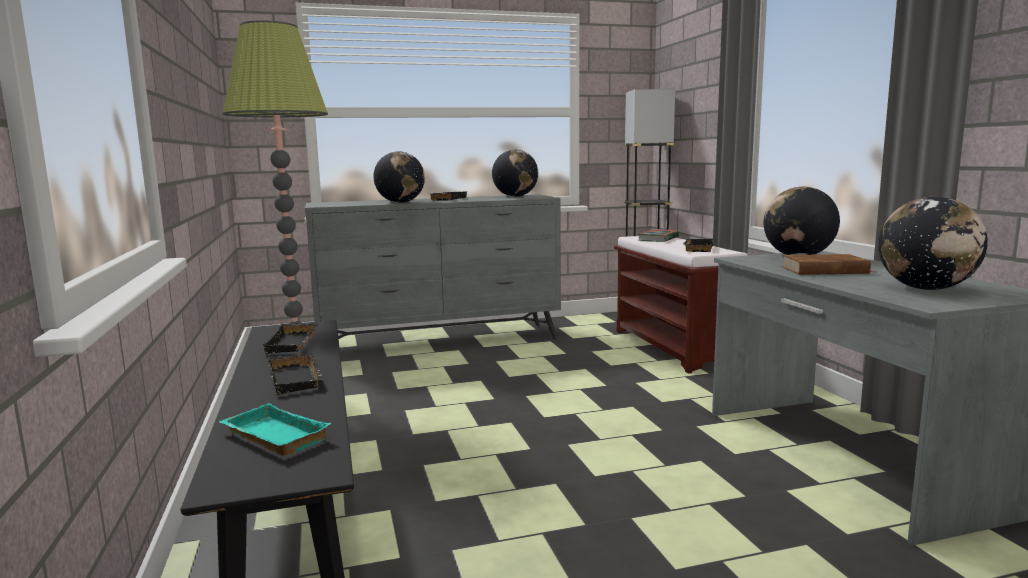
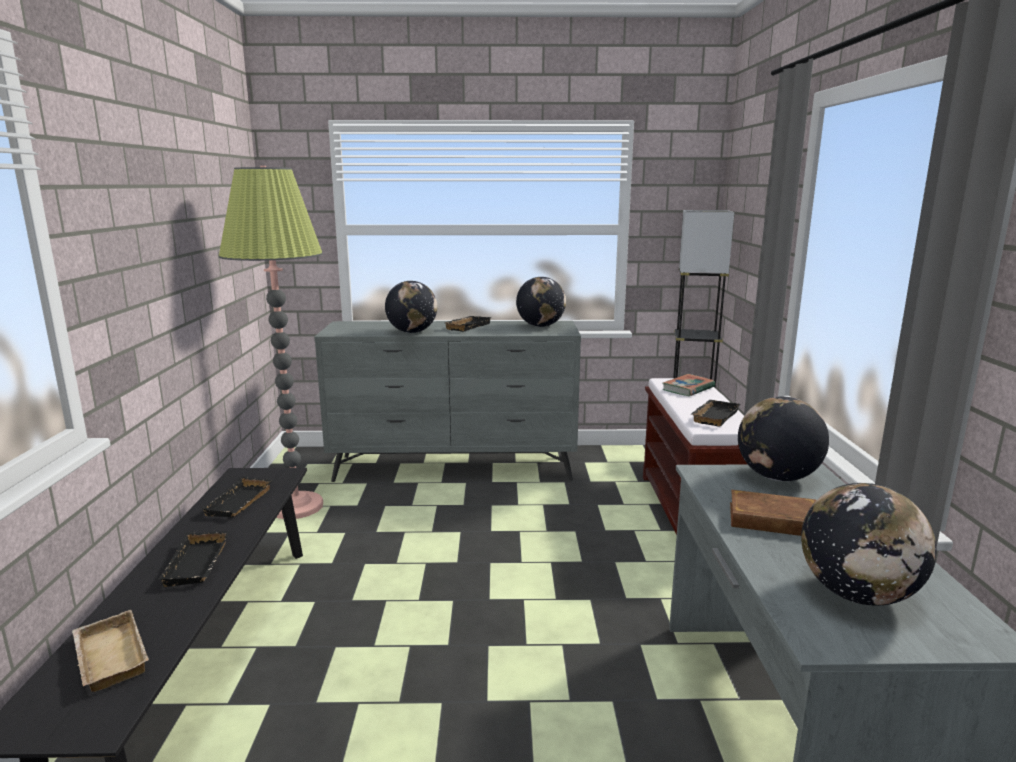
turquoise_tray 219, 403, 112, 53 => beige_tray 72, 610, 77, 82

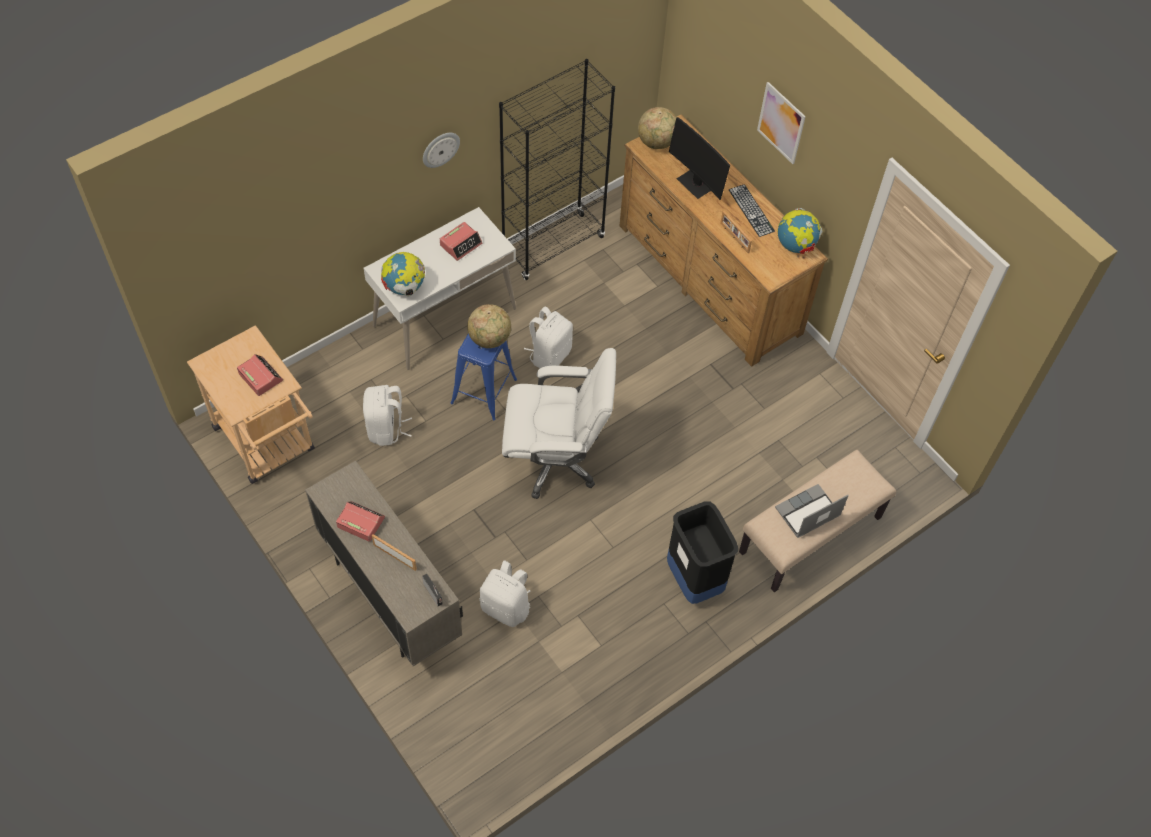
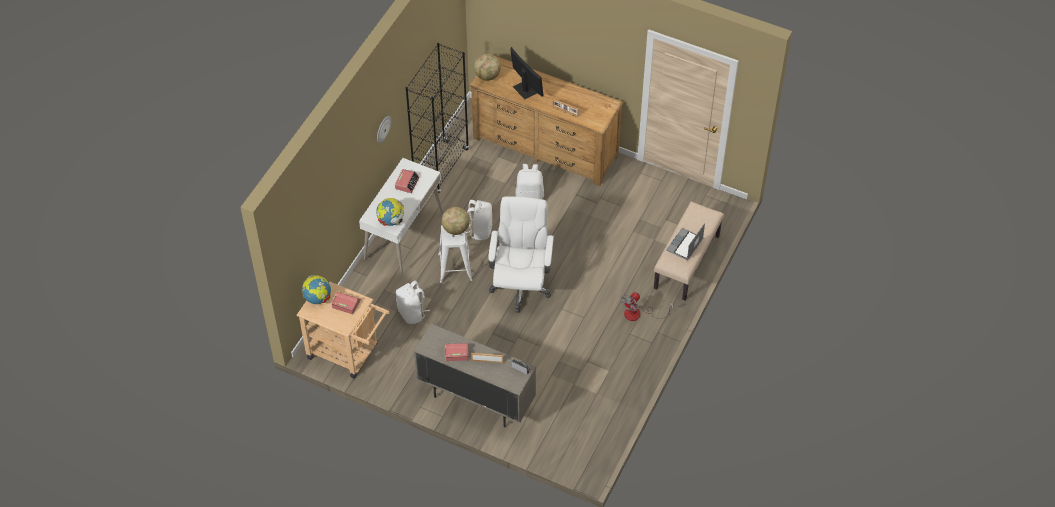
globe 777, 208, 46, 46 => globe 302, 275, 29, 29, moved
blue_stool 451, 333, 66, 87 => white_stool 438, 226, 34, 57
white_office_chair 502, 348, 114, 151 => white_office_chair 488, 196, 66, 117, 60 degrees counterclockwise
monitor 669, 117, 61, 83 => monitor 510, 47, 34, 52, 150 degrees counterclockwise
white_backpack 479, 560, 51, 67 => white_backpack 516, 164, 28, 35, moved
black_trash_can 667, 502, 71, 102 => fan 621, 292, 52, 29
keyboard 729, 184, 46, 53 => nothing
picture 757, 82, 49, 82 => nothing

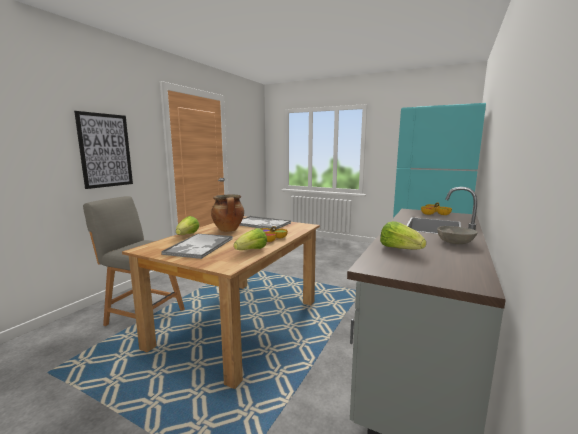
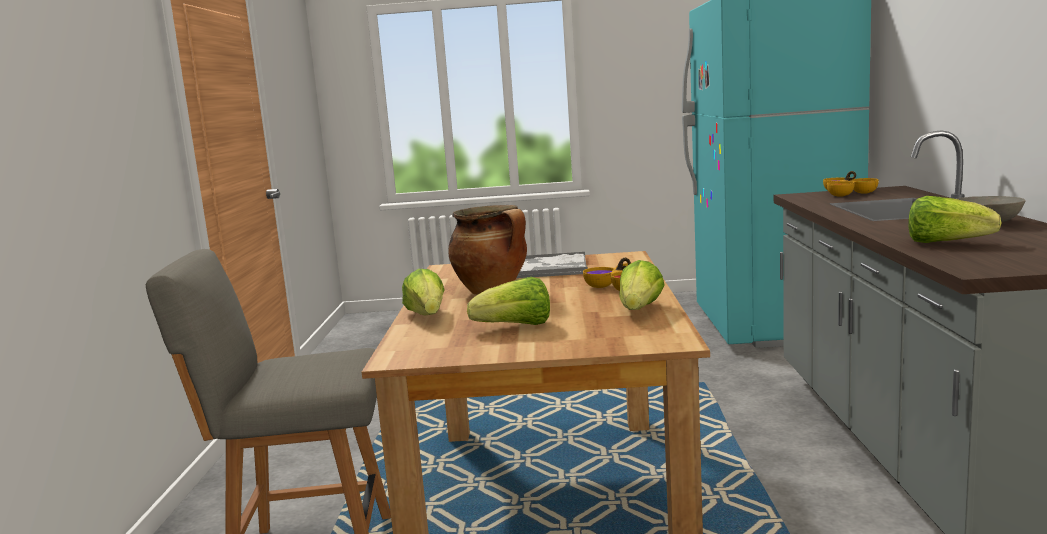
tray 162, 234, 70, 25 => lettuce 467, 277, 83, 48
picture 74, 111, 59, 78 => nothing

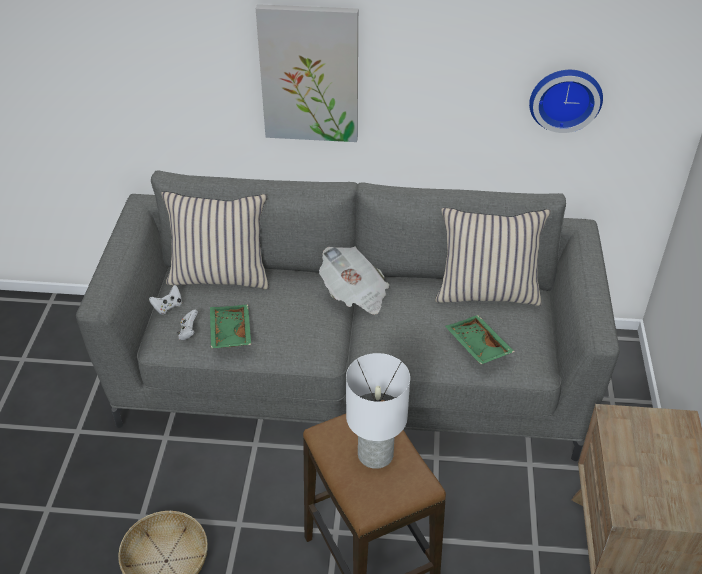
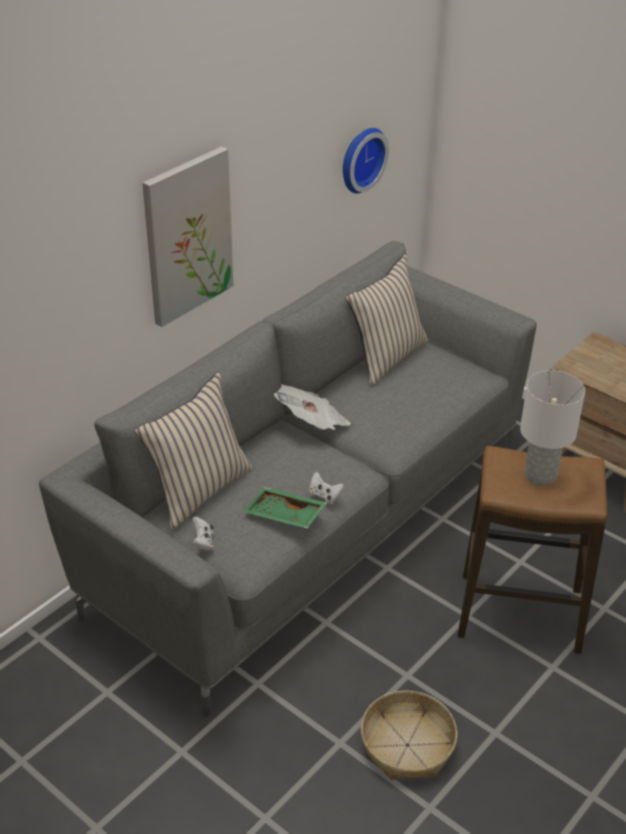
white_game_controller 177, 309, 21, 31 => white_game_controller 309, 472, 35, 32, moved
green_tray 445, 315, 70, 49 => nothing

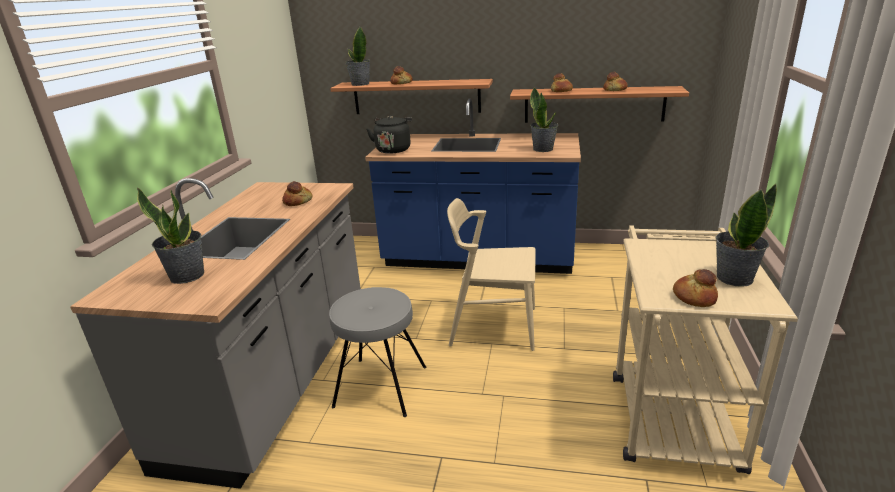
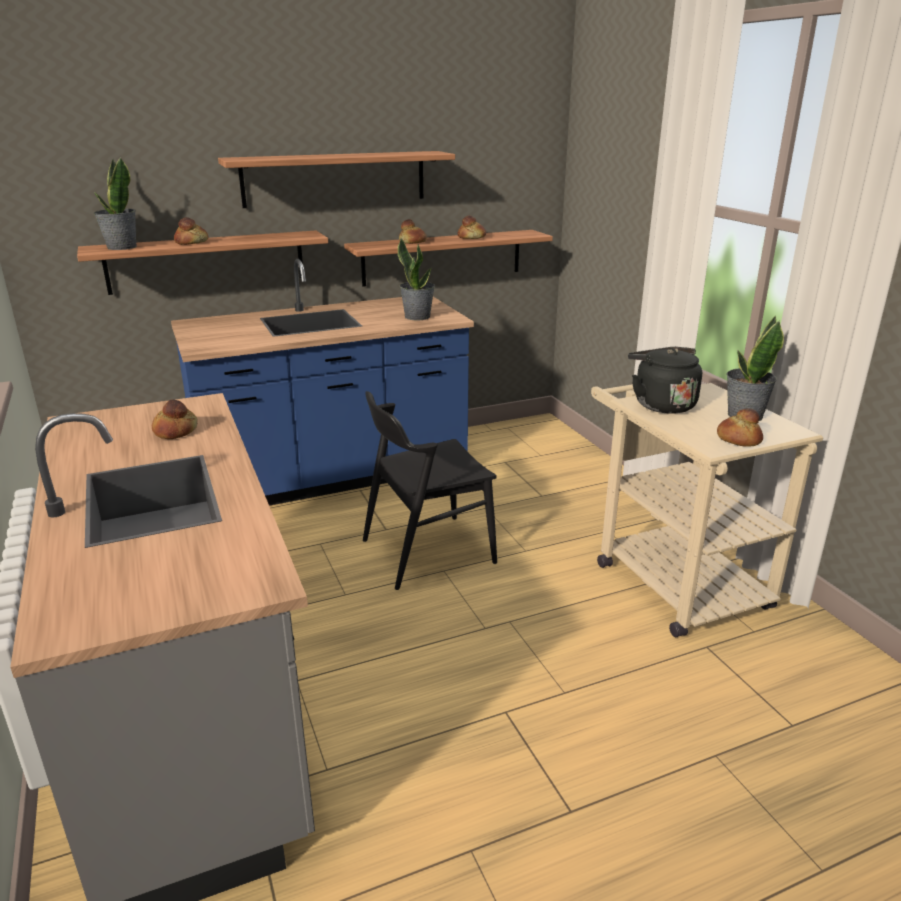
nothing => shelf 218, 151, 237, 57
beige_chair 447, 198, 89, 153 => black_chair 363, 391, 134, 199
black_kettle 366, 115, 46, 39 => black_kettle 628, 347, 74, 67, moved
potted_plant 137, 187, 67, 97 => nothing
grey_stool 329, 287, 97, 130 => nothing

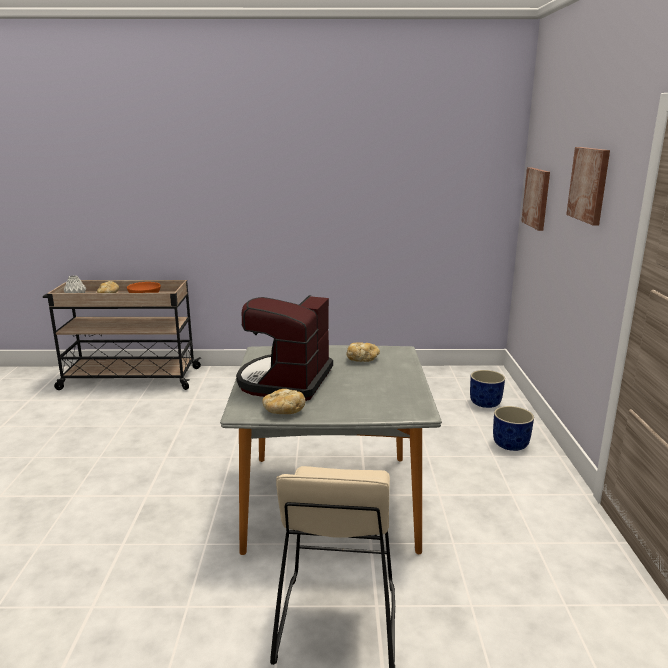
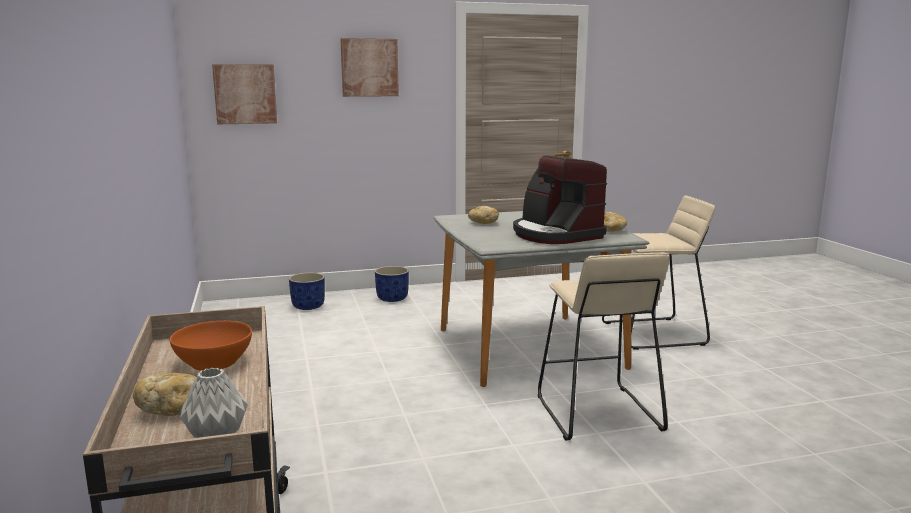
coffee_machine 236, 295, 97, 106 => coffee_machine 513, 155, 94, 89, 60 degrees clockwise
nothing => beige_stool 538, 252, 132, 189

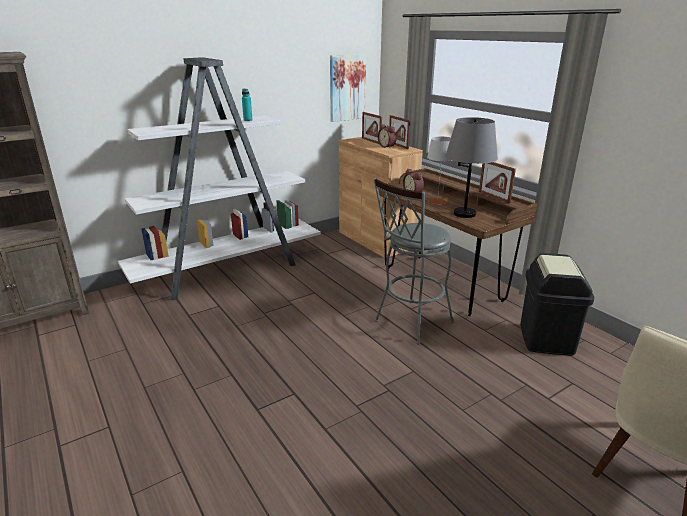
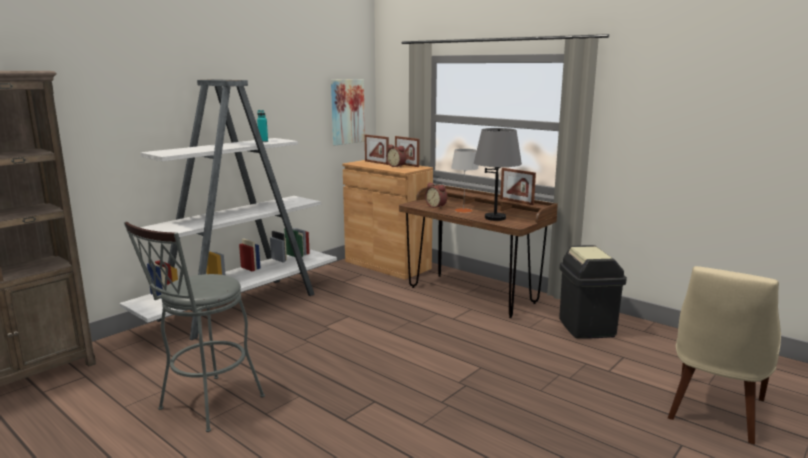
grey_stool 374, 178, 80, 167 => grey_stool 124, 221, 141, 211, moved

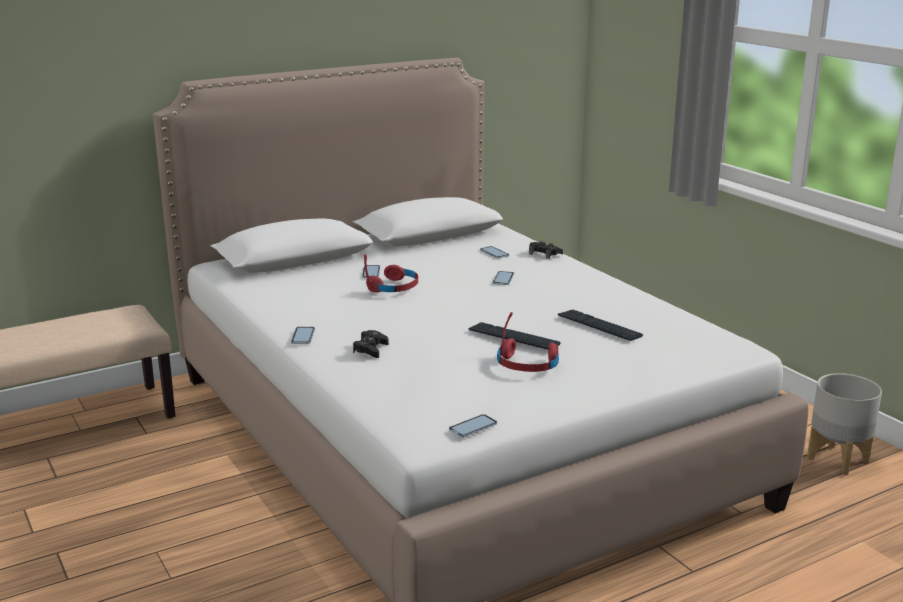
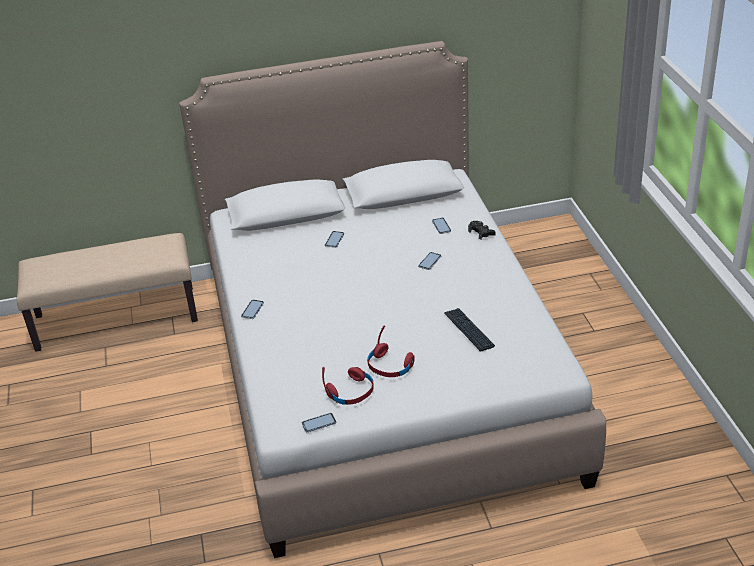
red_headphones 364, 254, 54, 38 => red_headphones 322, 367, 52, 38, moved
black_game_controller 353, 330, 36, 28 => nothing
keyboard 468, 322, 93, 28 => nothing
grey_planter 807, 373, 75, 102 => nothing

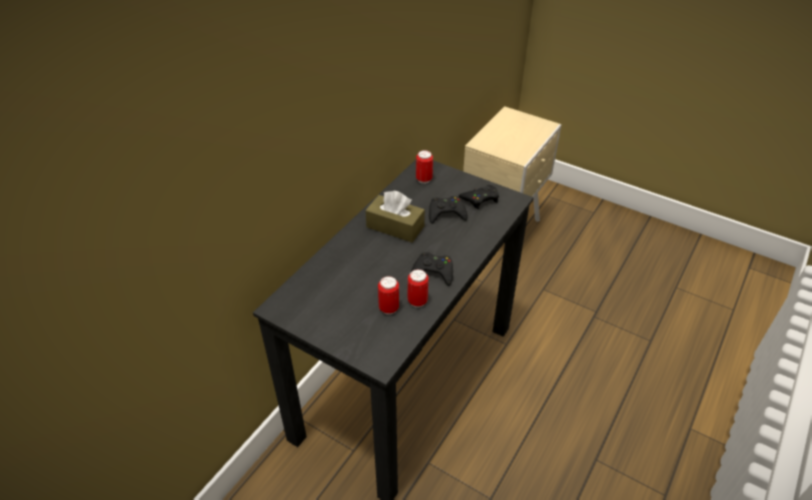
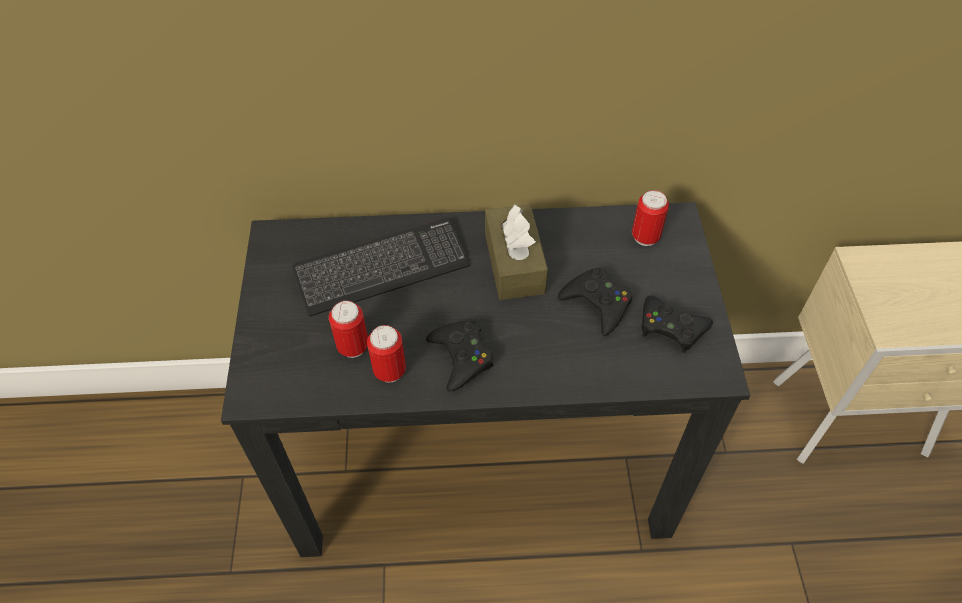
nothing => keyboard 292, 218, 178, 99

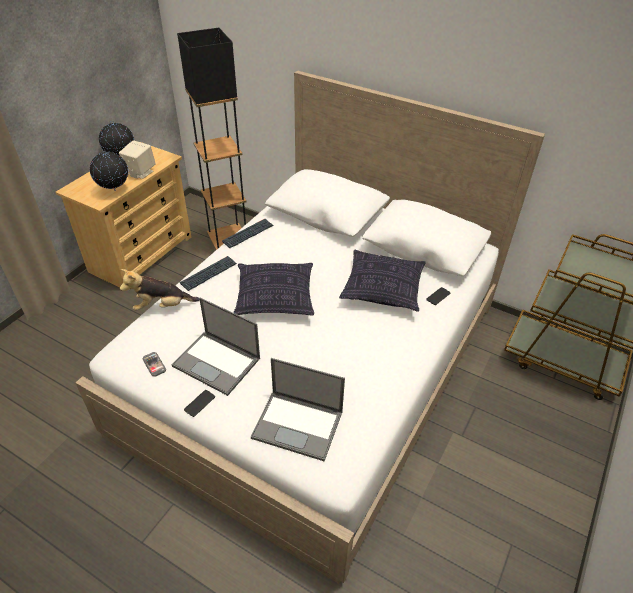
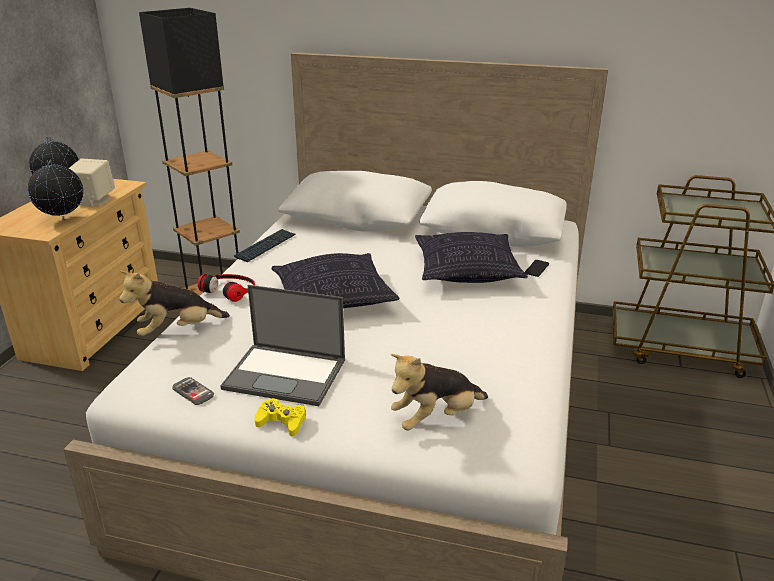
keyboard 180, 256, 57, 35 => headphones 198, 274, 57, 28
phone 184, 390, 31, 27 => yellow_game_controller 255, 398, 50, 38
laptop 251, 358, 94, 103 => plush_toy 391, 354, 97, 76

